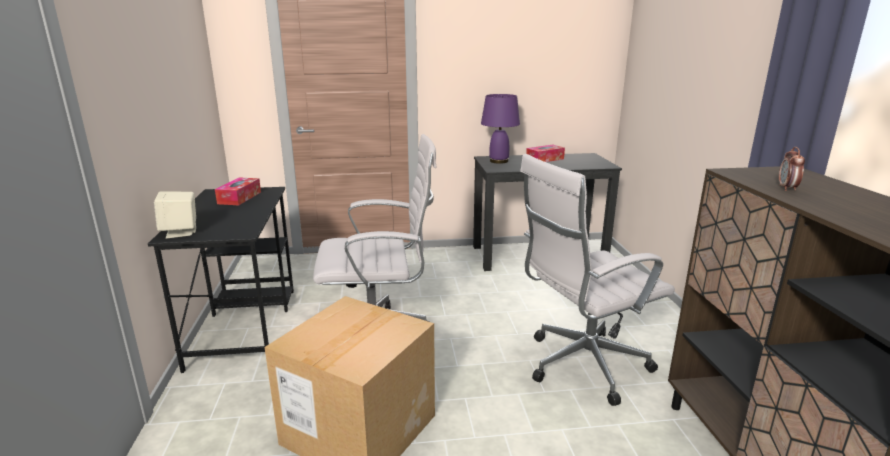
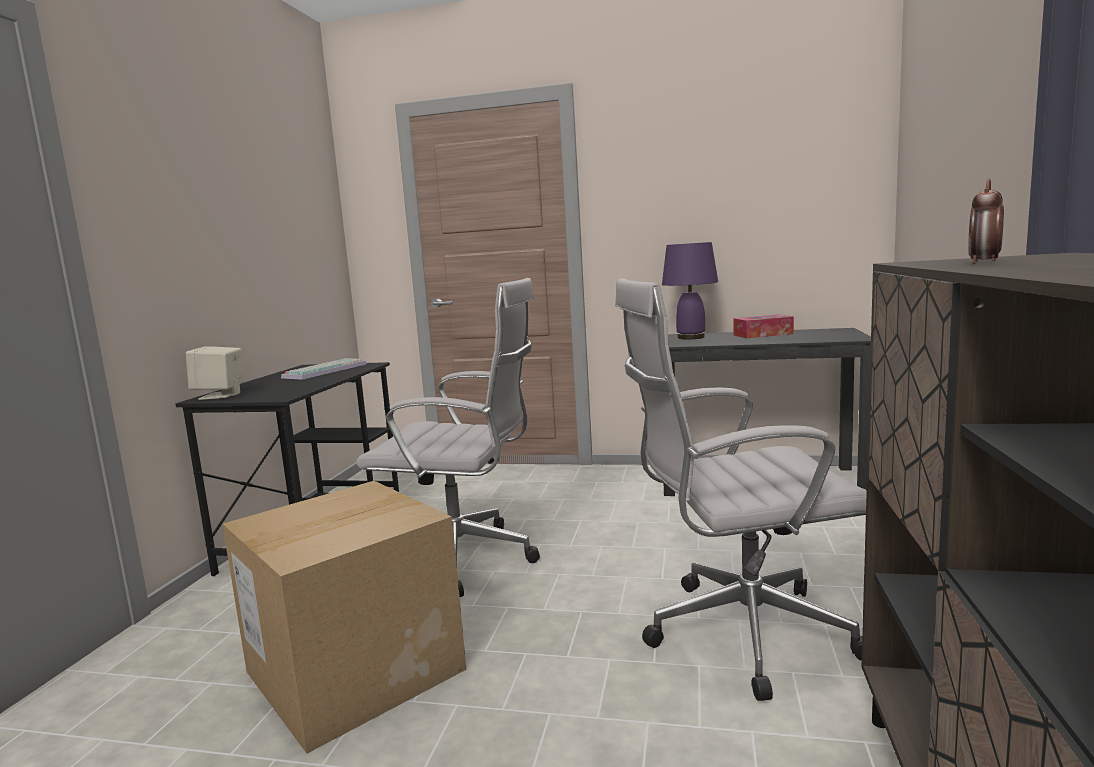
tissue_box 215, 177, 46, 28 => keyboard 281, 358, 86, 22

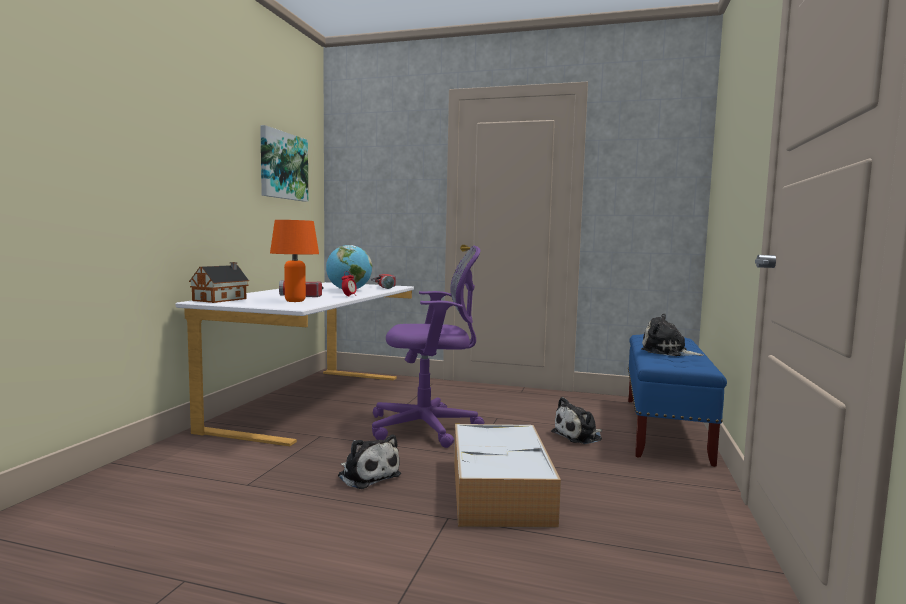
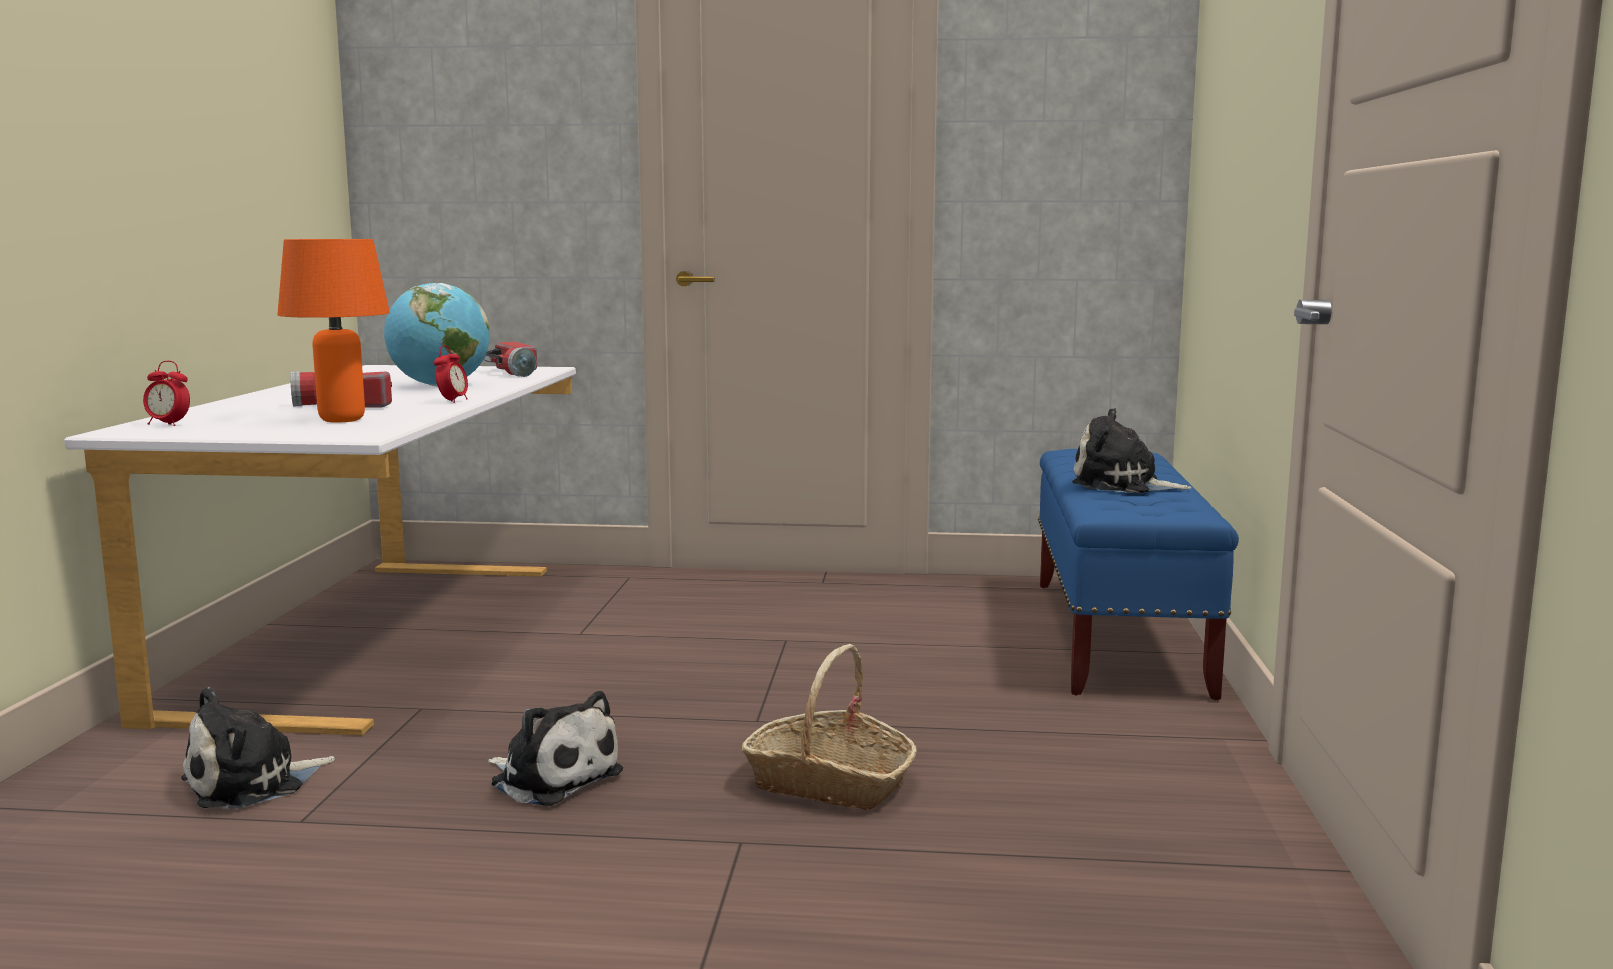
toy_house 189, 262, 60, 41 => alarm_clock 143, 361, 47, 65
plush_toy 551, 397, 51, 47 => plush_toy 181, 687, 154, 122, moved
storage_box 454, 424, 107, 104 => basket 742, 644, 175, 166
picture 260, 125, 48, 77 => nothing
purple_office_chair 372, 246, 113, 202 => nothing

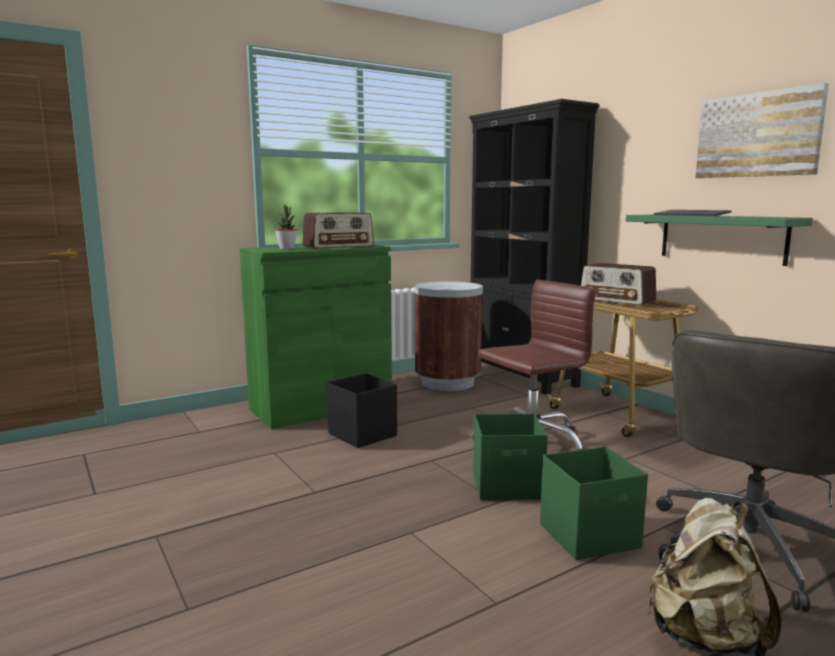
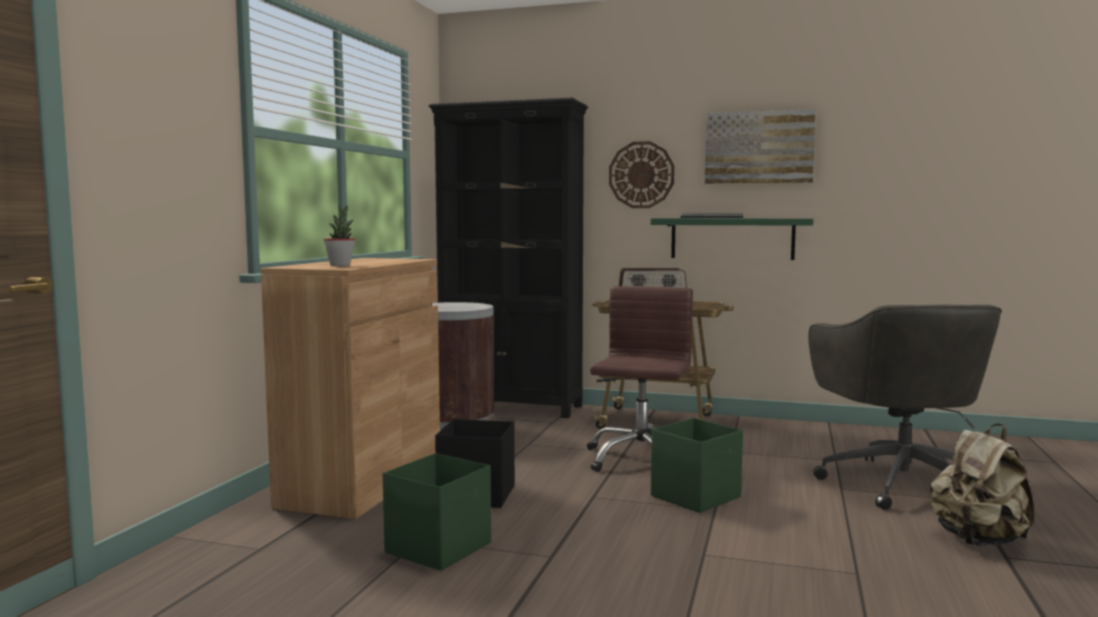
green_cabinet 240, 245, 152, 184 => brown_cabinet 261, 258, 179, 261
green_storage_box 540, 447, 108, 113 => green_storage_box 383, 453, 108, 118, moved
nothing => wall_clock 609, 141, 66, 67
radio 302, 212, 72, 37 => nothing

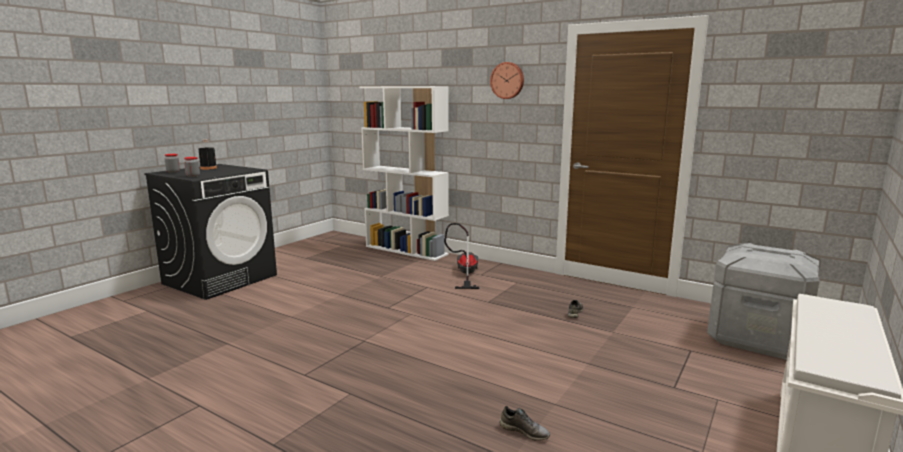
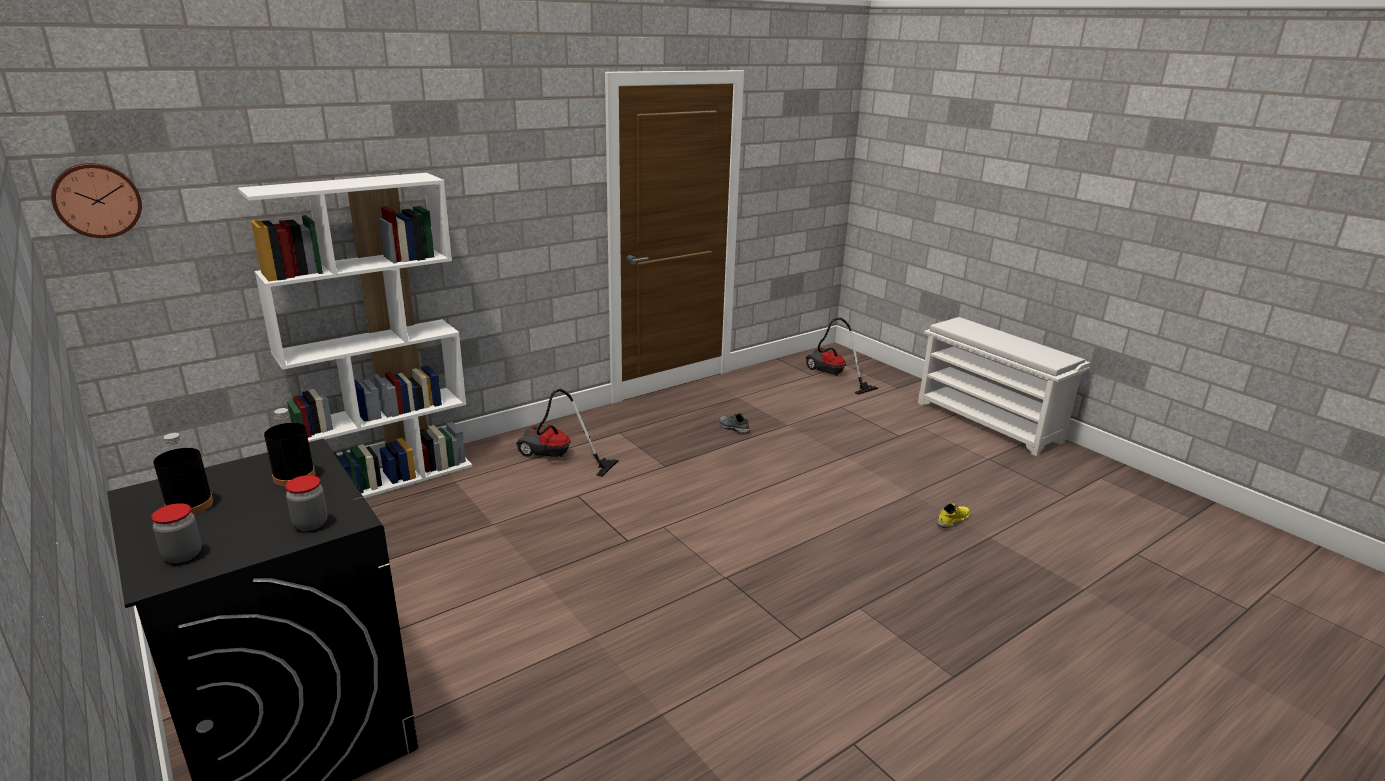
wall_clock 490, 62, 34, 37 => wall_clock 51, 163, 91, 75, moved
nothing => black_bottle 264, 408, 51, 79
grey_storage_box 707, 243, 114, 117 => vacuum_cleaner 806, 318, 72, 77
grey_shoe 499, 406, 51, 35 => yellow_shoe 936, 503, 34, 25

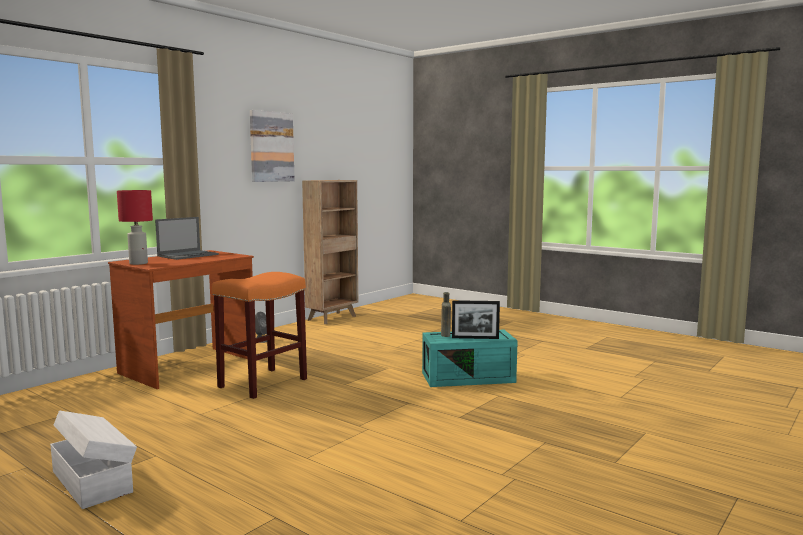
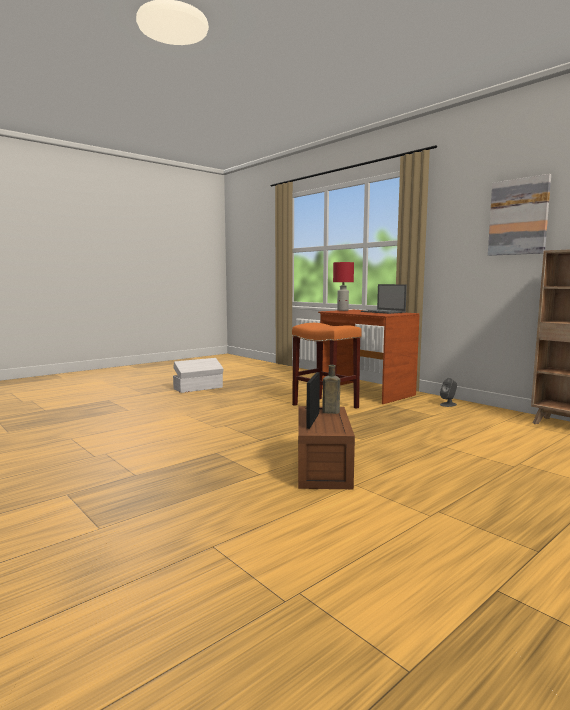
turquoise_storage_box 422, 330, 96, 57 => brown_storage_box 298, 406, 57, 83

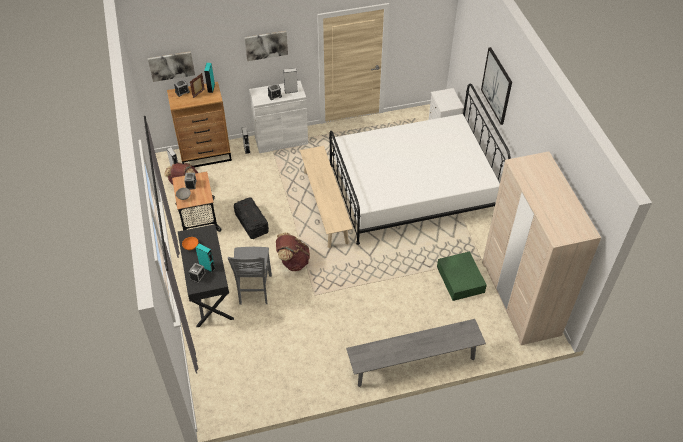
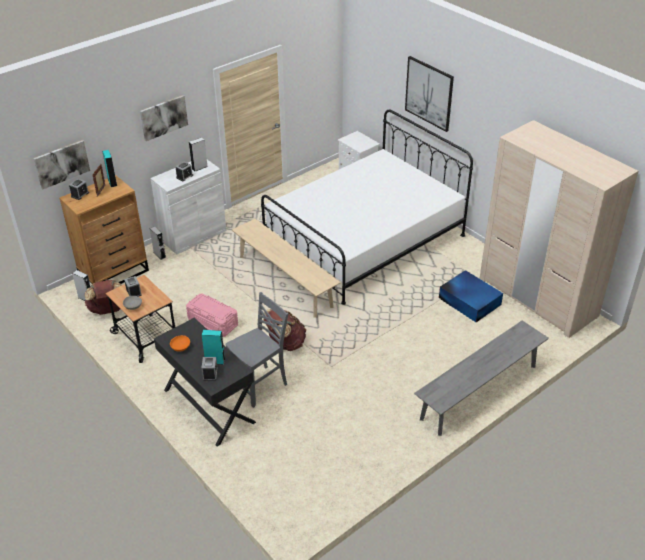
black_storage_box 234, 197, 35, 42 => pink_storage_box 186, 293, 52, 44
grey_chair 228, 247, 44, 58 => grey_chair 226, 292, 62, 116, 105 degrees counterclockwise
green_storage_box 437, 251, 50, 50 => blue_storage_box 439, 270, 64, 52

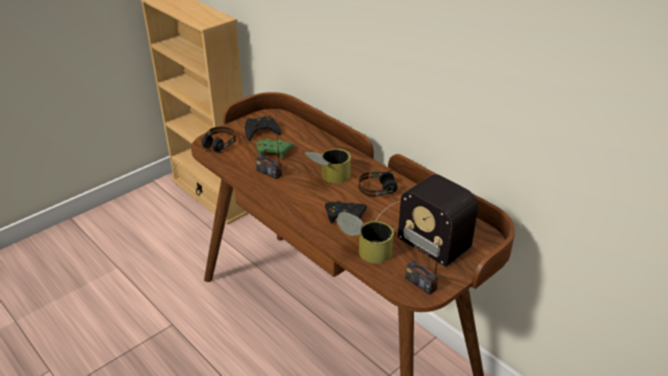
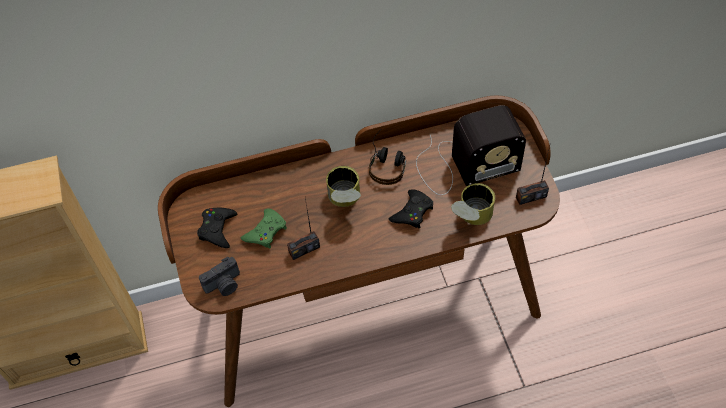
headphones 201, 126, 35, 27 => photo_camera 199, 257, 41, 39

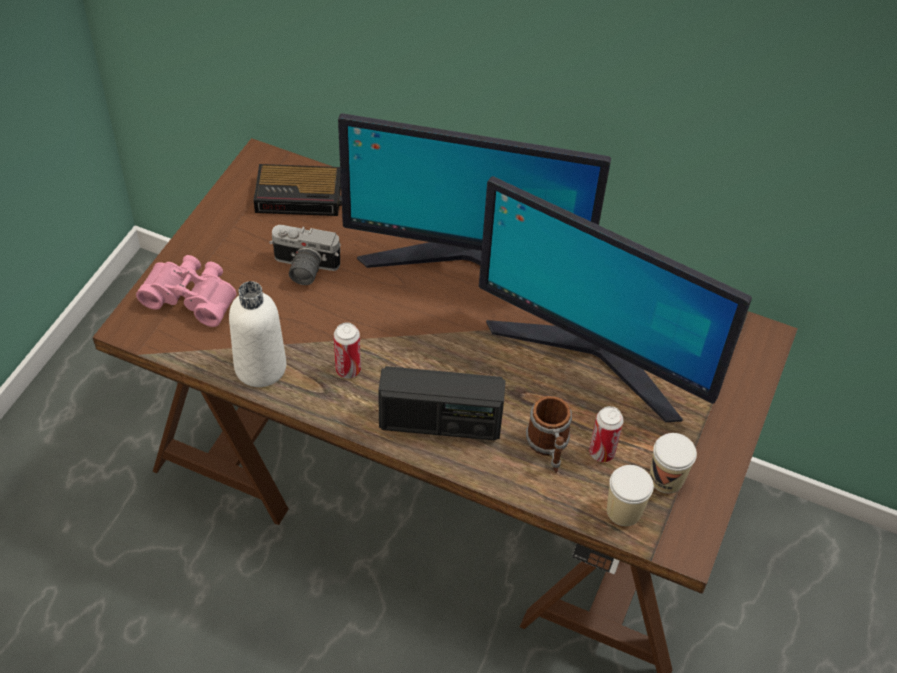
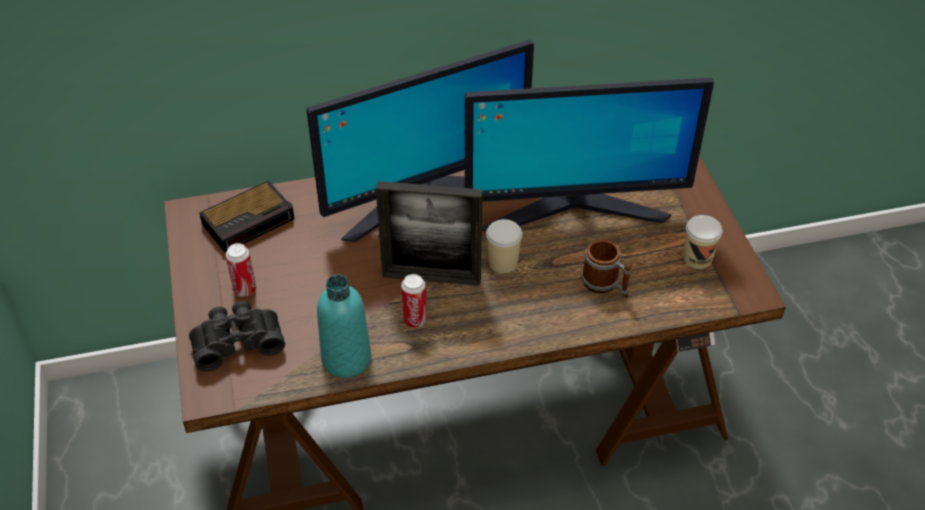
pink_binoculars 136, 255, 100, 72 => black_binoculars 189, 301, 96, 70
can 589, 406, 35, 56 => can 226, 243, 30, 54, moved
white_bottle 229, 281, 57, 106 => turquoise_bottle 317, 275, 54, 103
nothing => picture_frame 376, 181, 106, 105
cup 607, 465, 47, 61 => cup 486, 219, 36, 54, moved
photo_camera 269, 225, 72, 60 => nothing
radio 378, 366, 128, 74 => nothing

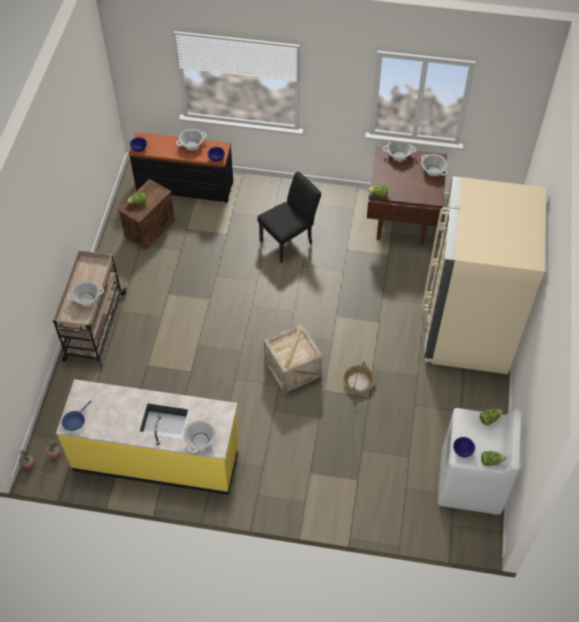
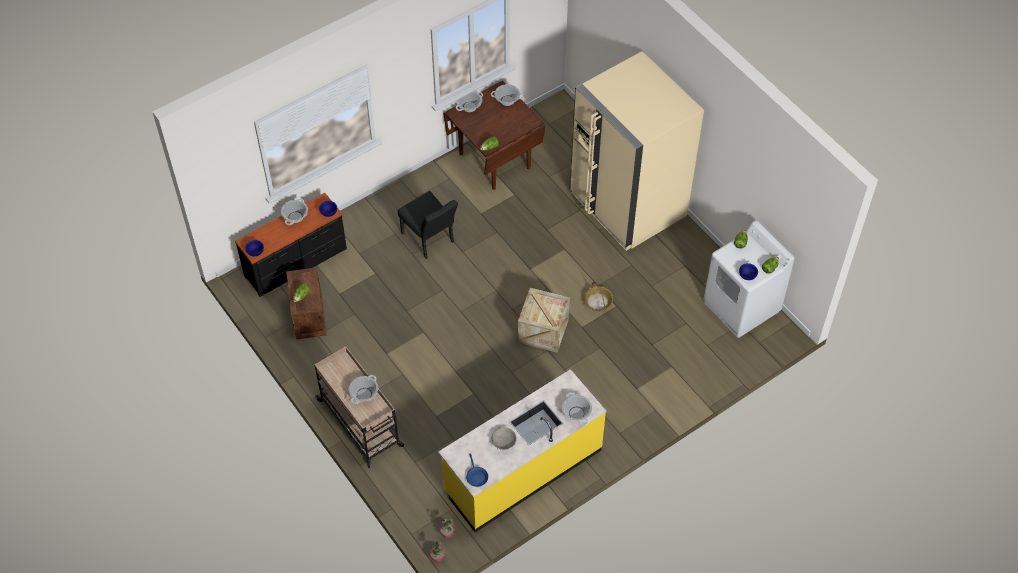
black_chair 258, 171, 63, 92 => black_chair 398, 191, 60, 68, 135 degrees clockwise
nothing => grey_bowl 492, 427, 25, 23

